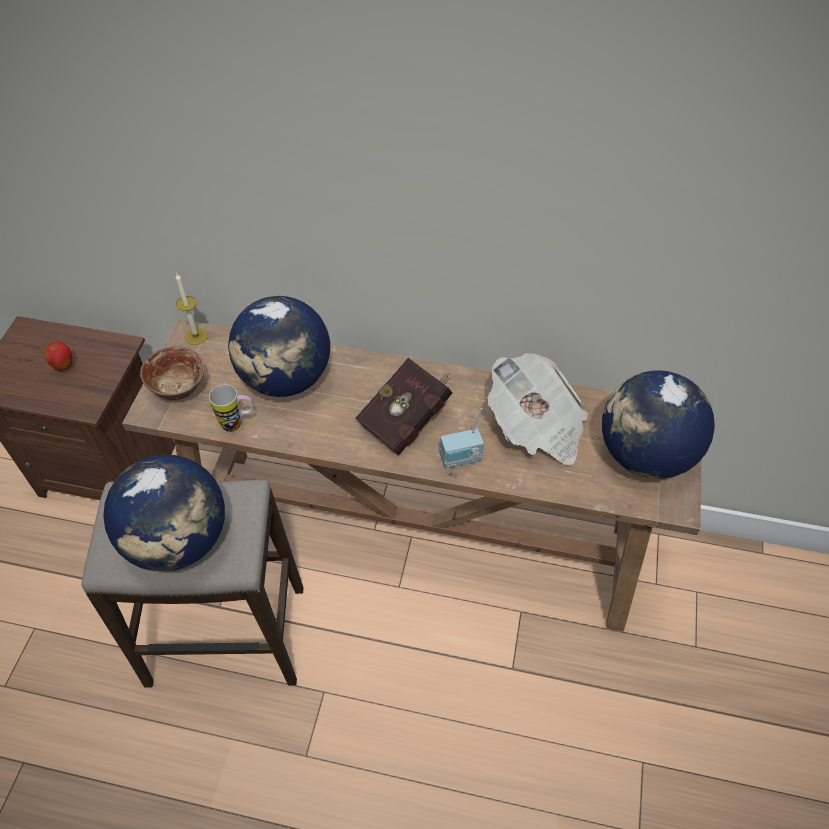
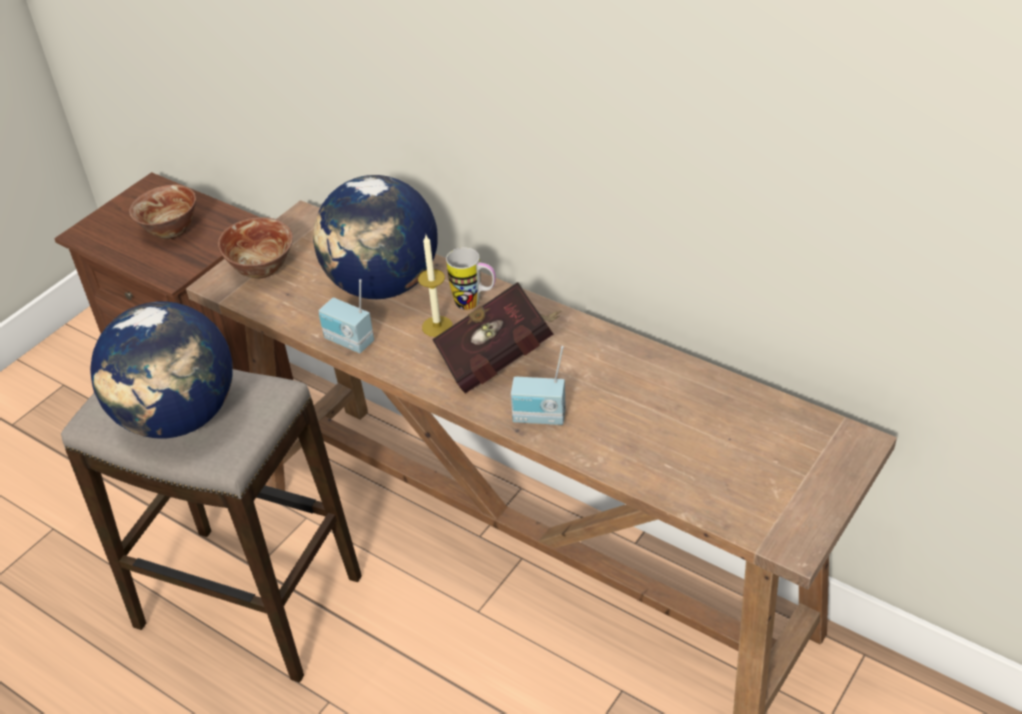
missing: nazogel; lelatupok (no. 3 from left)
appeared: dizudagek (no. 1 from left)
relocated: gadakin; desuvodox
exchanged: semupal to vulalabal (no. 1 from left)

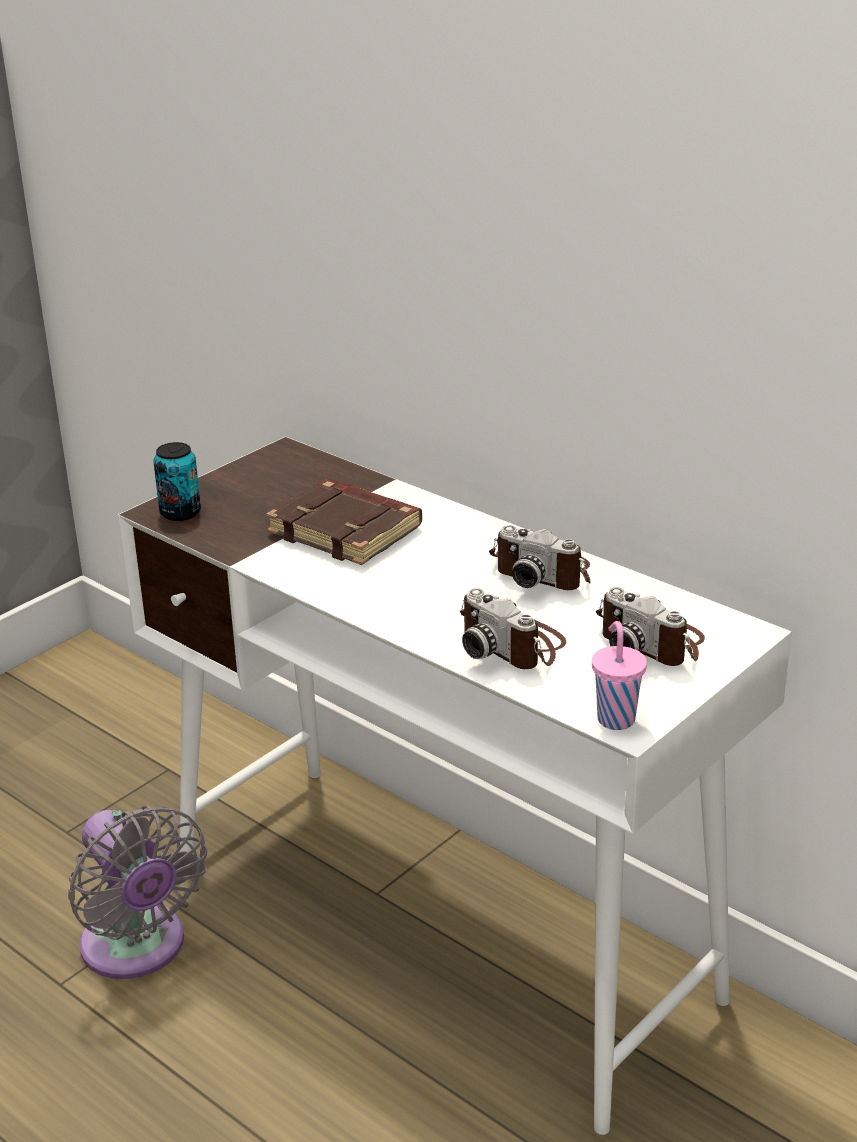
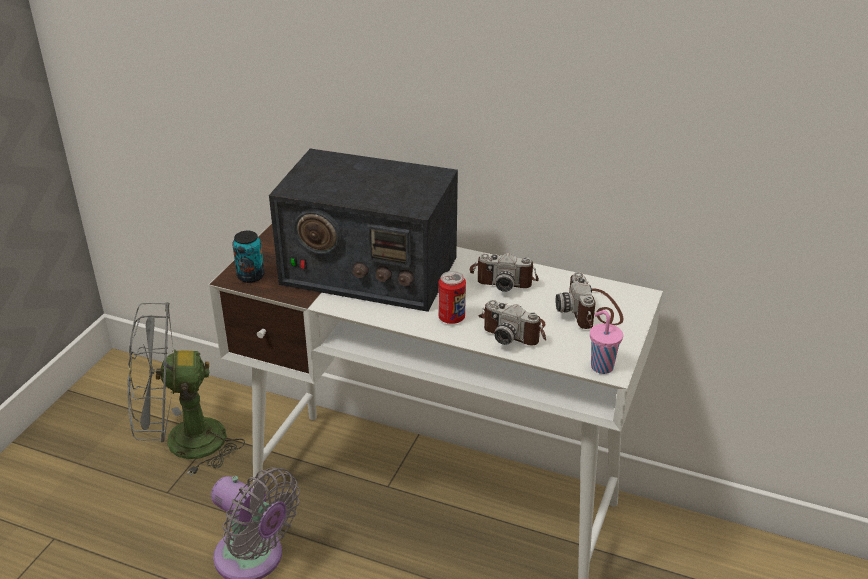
appeared: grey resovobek (no. 1 from left); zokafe (no. 2 from left)
exchanged: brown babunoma to dizudagek
spun: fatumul (no. 3 from left) 60 degrees clockwise

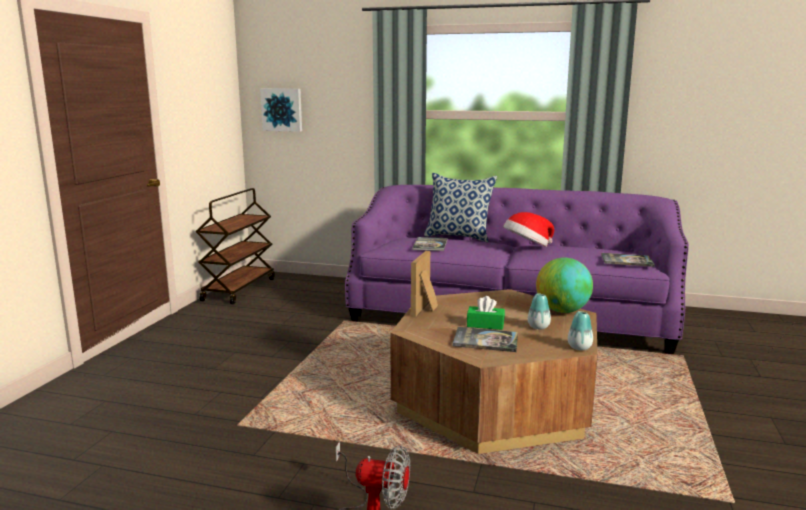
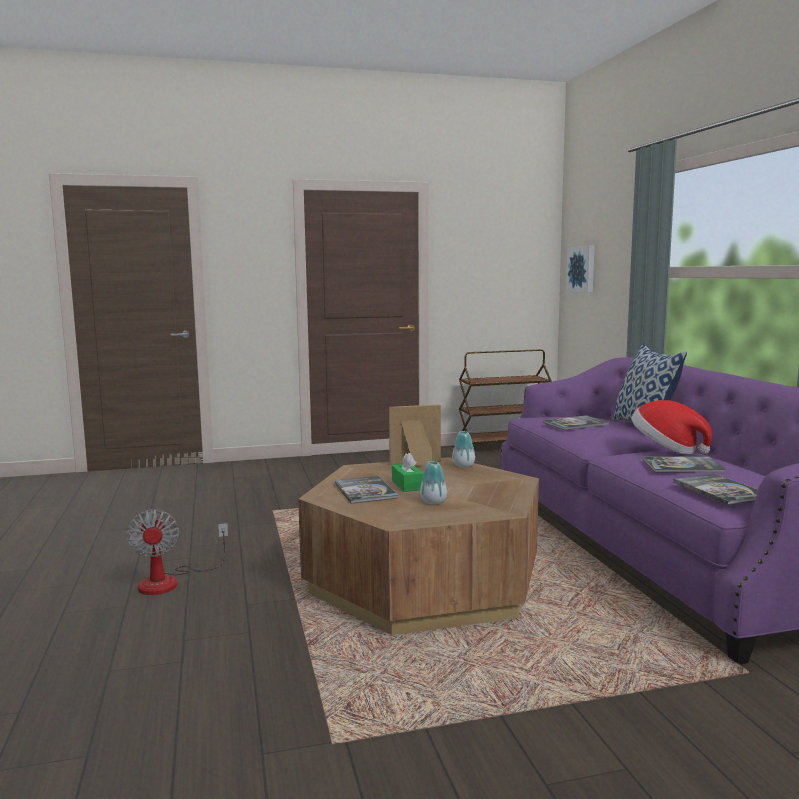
missing: lelatupok
appeared: babunoma (no. 3 from left)
relocated: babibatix (no. 2 from left)

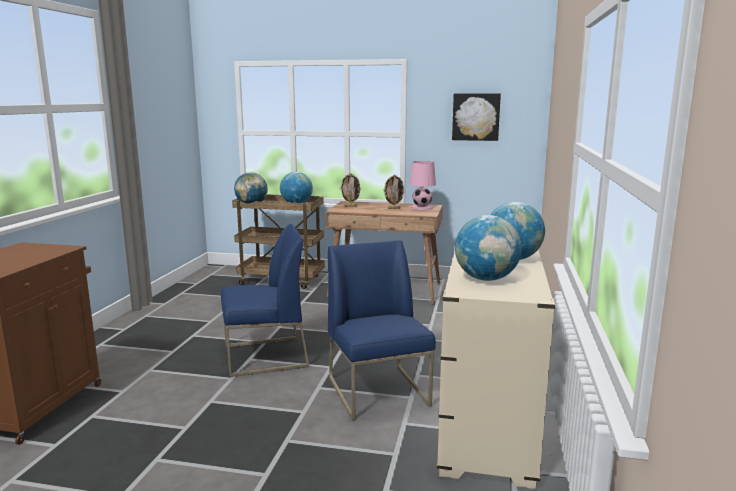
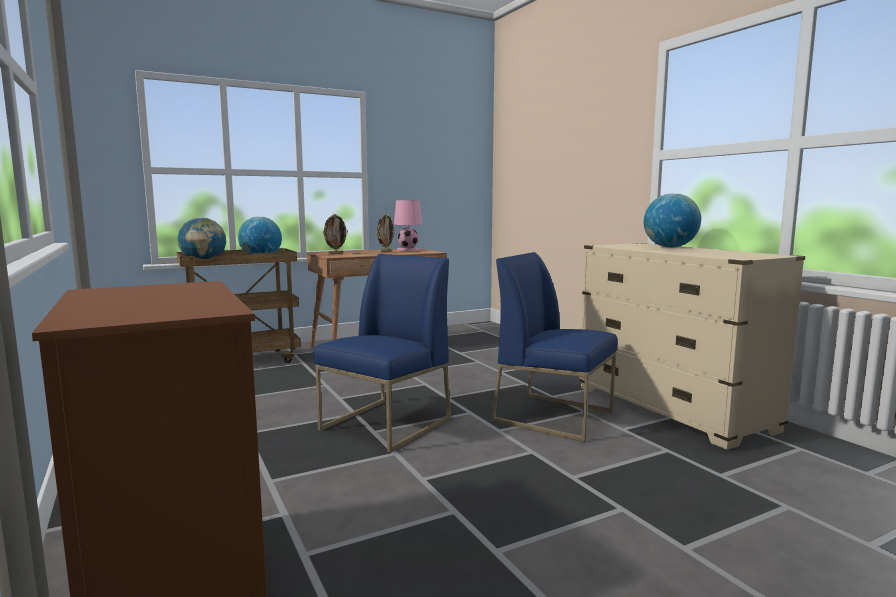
missing: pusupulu; lelatupok (no. 3 from left)

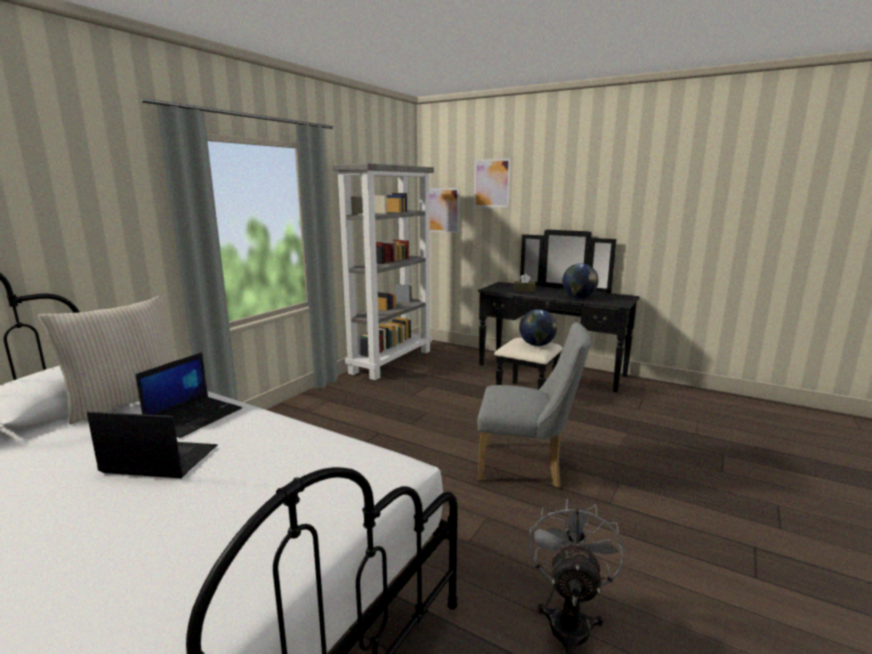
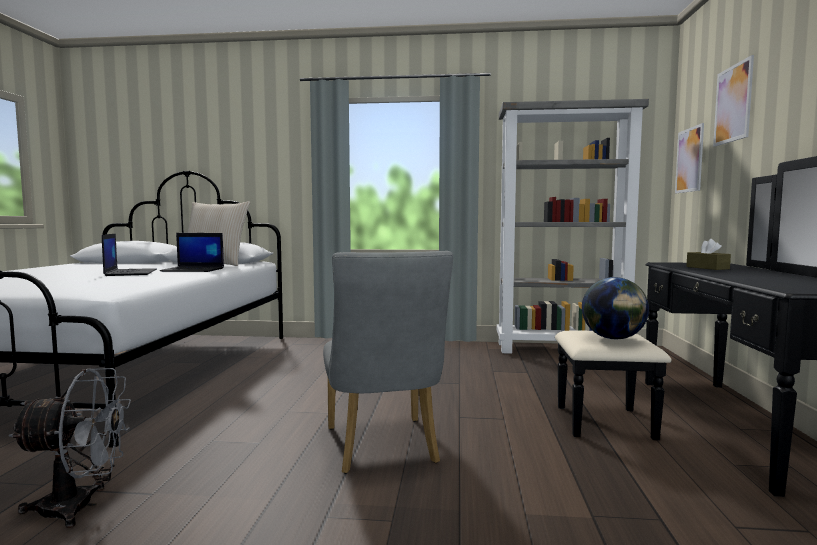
missing: lelatupok (no. 2 from left)

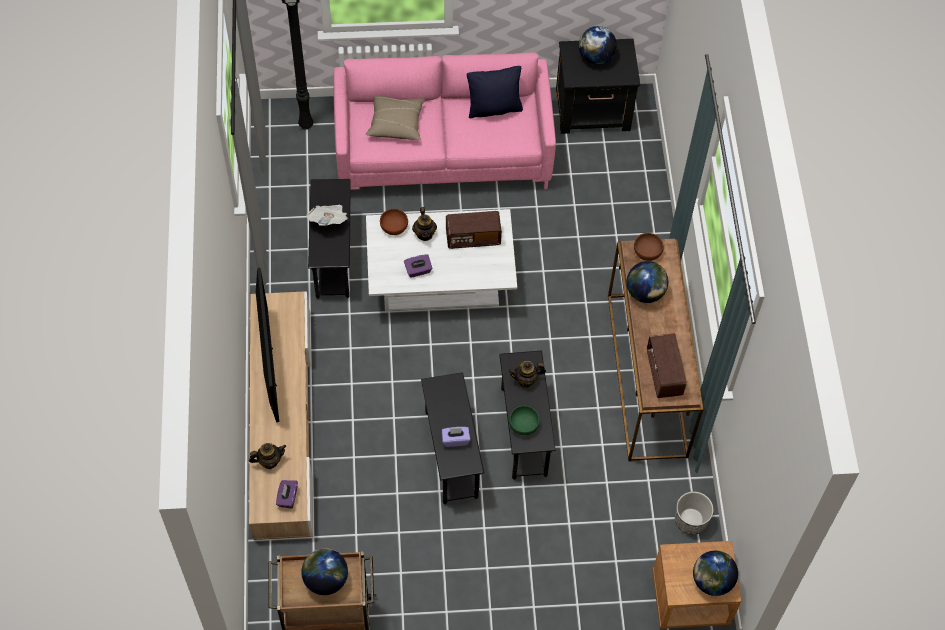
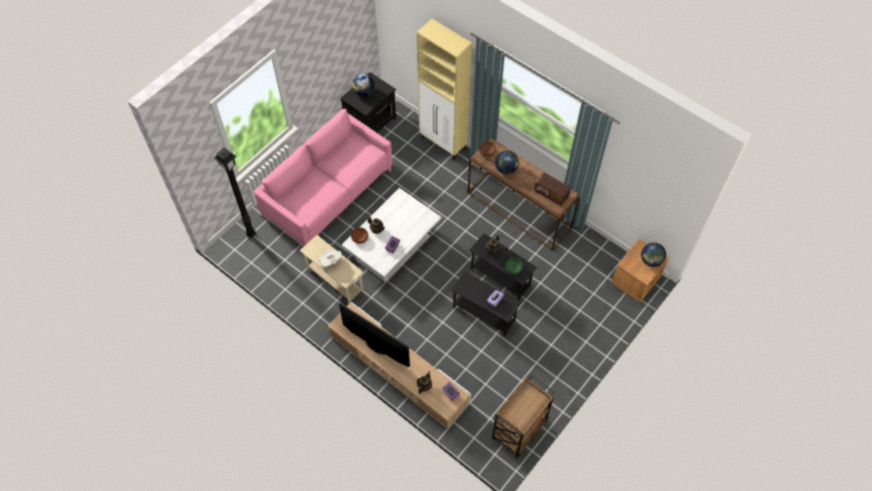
missing: lelatupok (no. 1 from left); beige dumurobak; dizudagek (no. 1 from left); black dumurobak; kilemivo
appeared: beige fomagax
colour: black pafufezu (no. 1 from left) to beige pafufezu

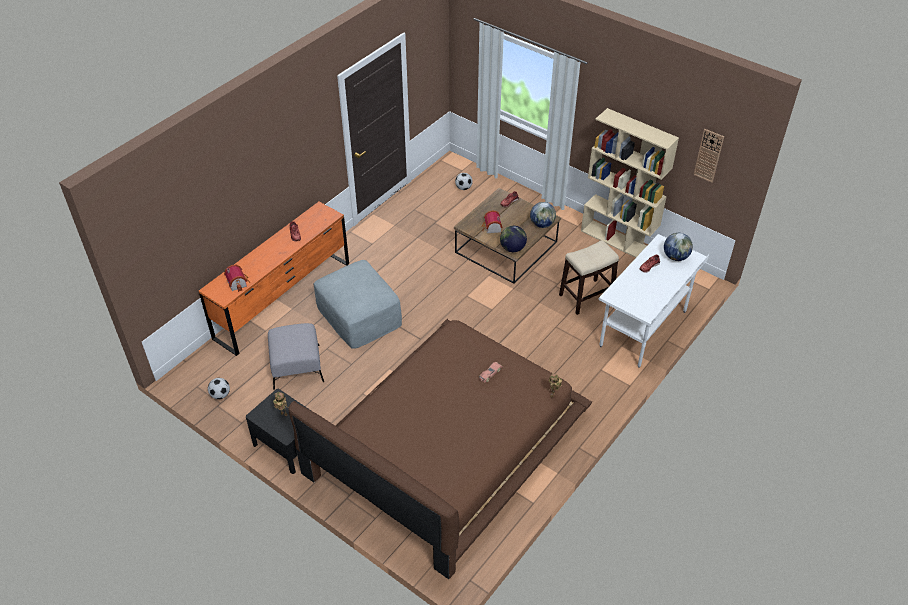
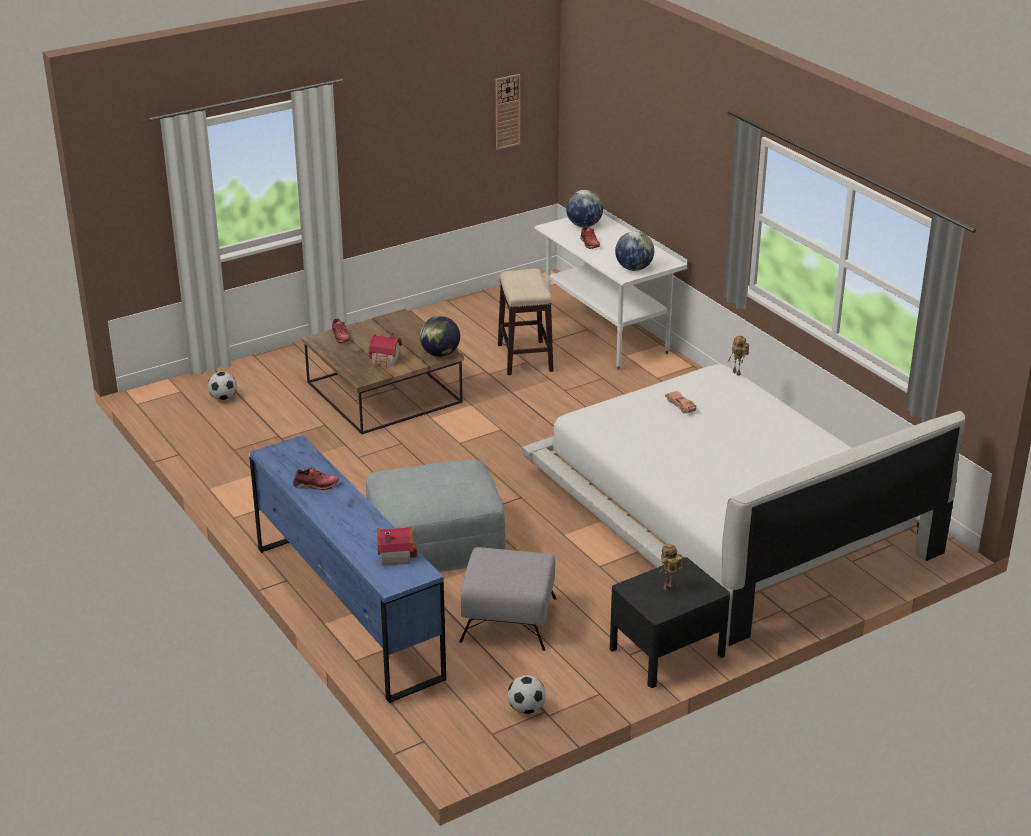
missing: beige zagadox
relocated: lelatupok (no. 2 from left in the first image) to lelatupok (no. 3 from left)
colour: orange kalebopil to blue kalebopil; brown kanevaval to white kanevaval

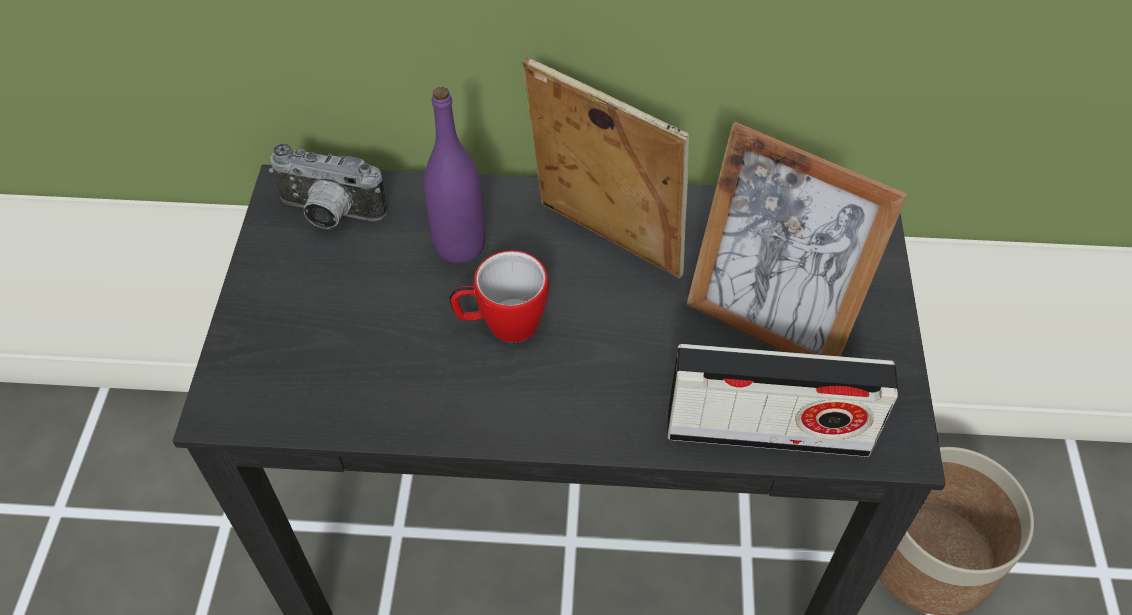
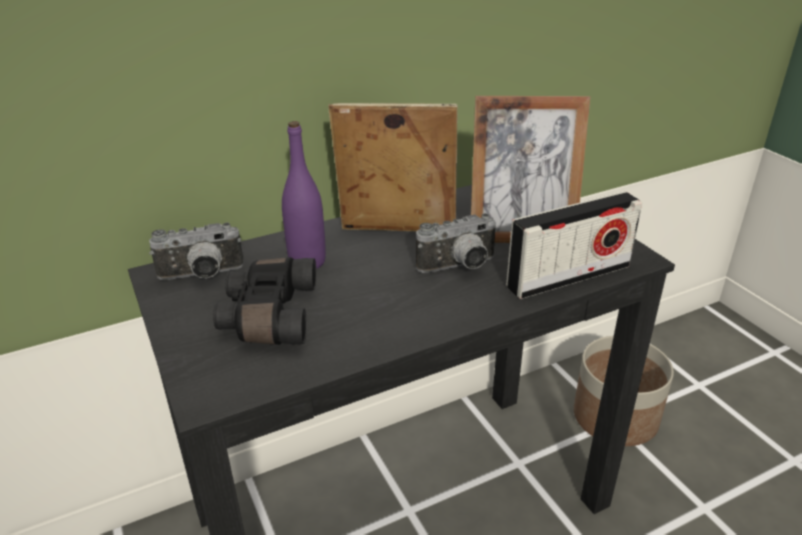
missing: desuvodox
appeared: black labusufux; fatumul (no. 2 from left)

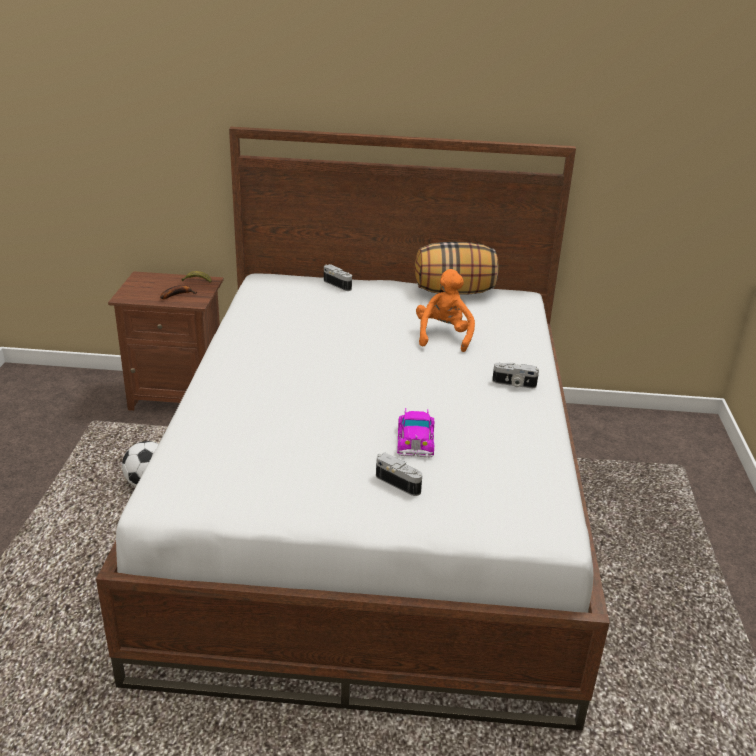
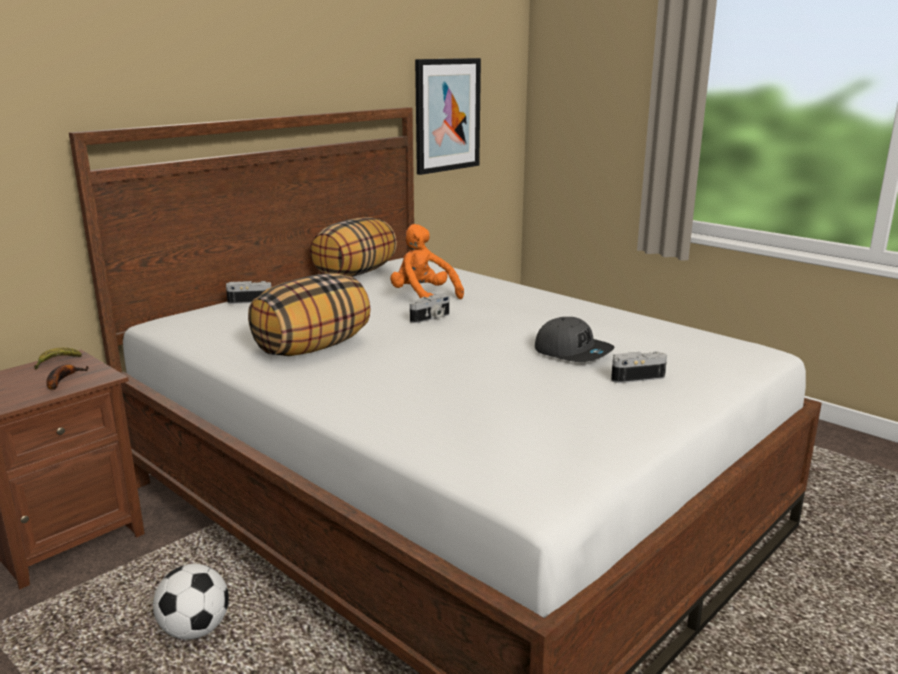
appeared: dumurobak (no. 1 from left); pusupulu
relocated: fatumul (no. 3 from left in the first image) to fatumul (no. 2 from left)
exchanged: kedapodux to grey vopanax

